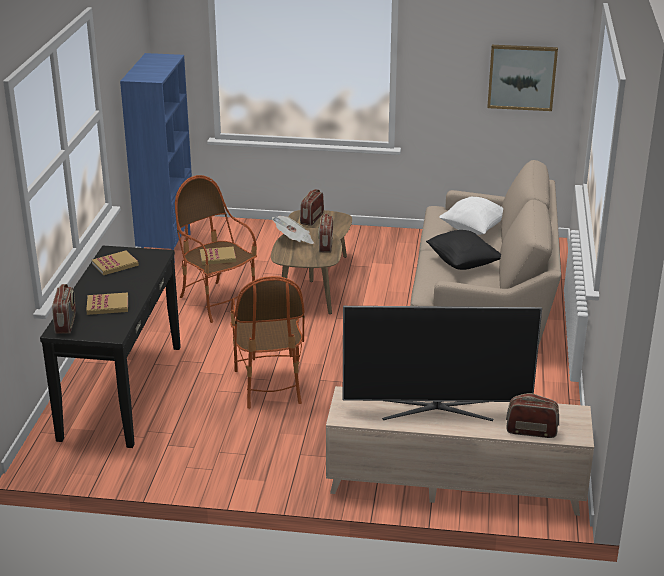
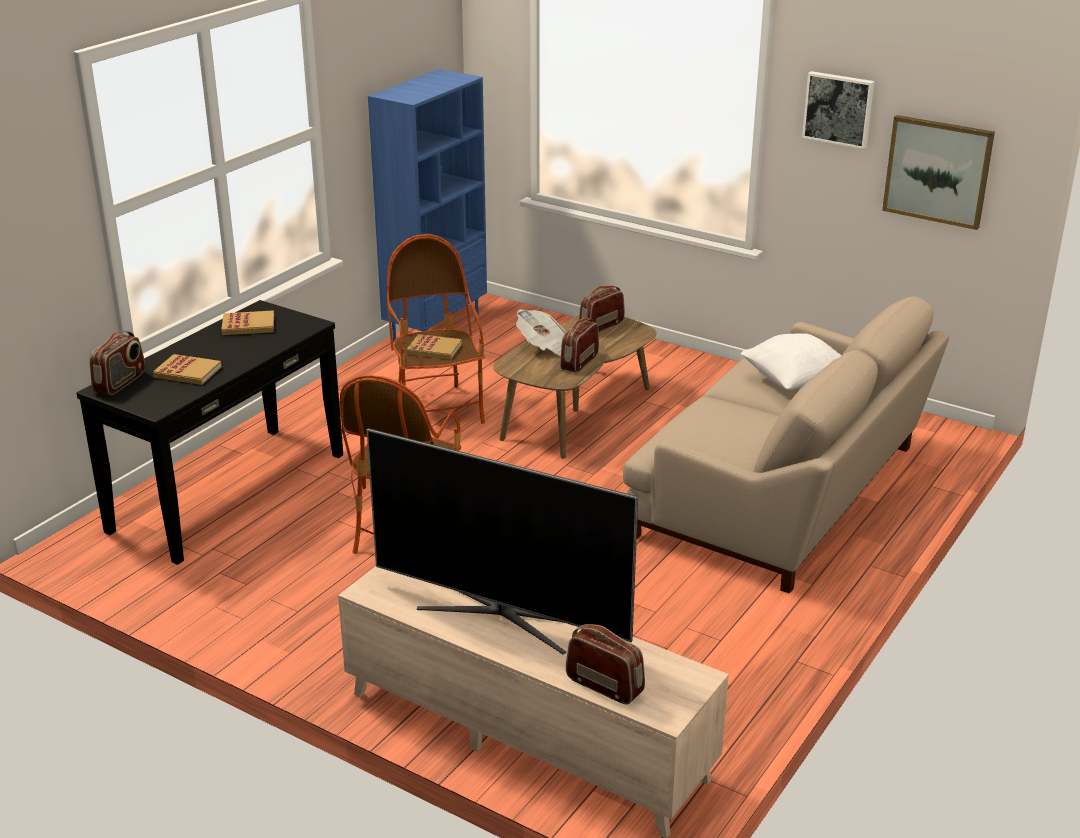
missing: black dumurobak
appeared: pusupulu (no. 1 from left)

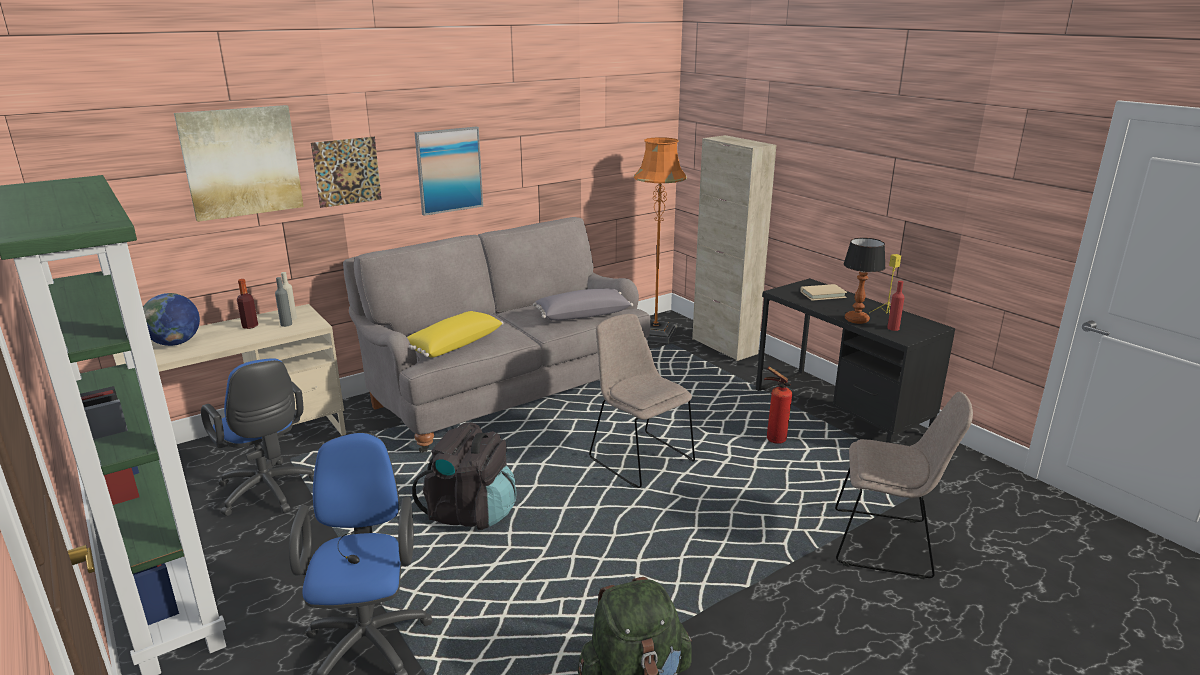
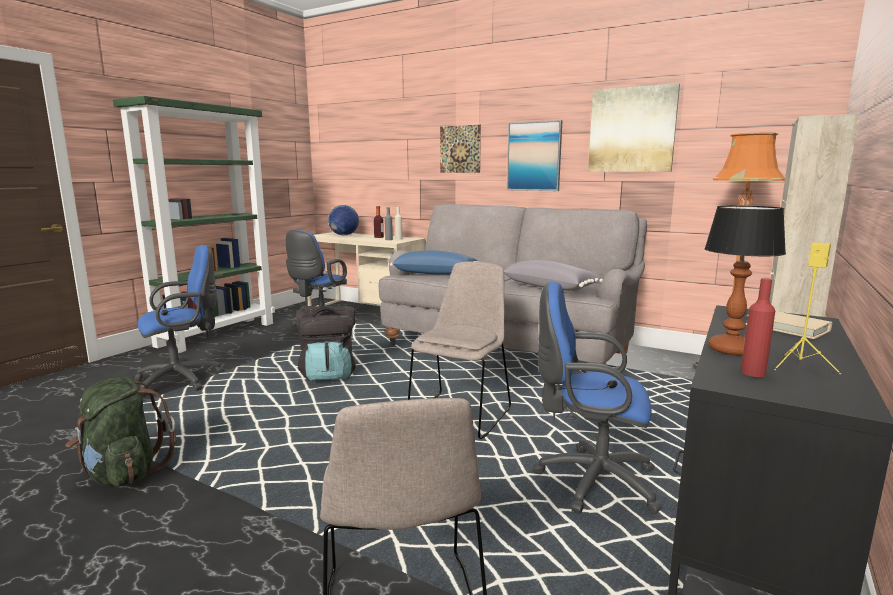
relocated: pusupulu (no. 1 from left in the first image) to pusupulu (no. 3 from left)
exchanged: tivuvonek to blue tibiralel (no. 3 from left)
colour: yellow dumurobak to blue dumurobak

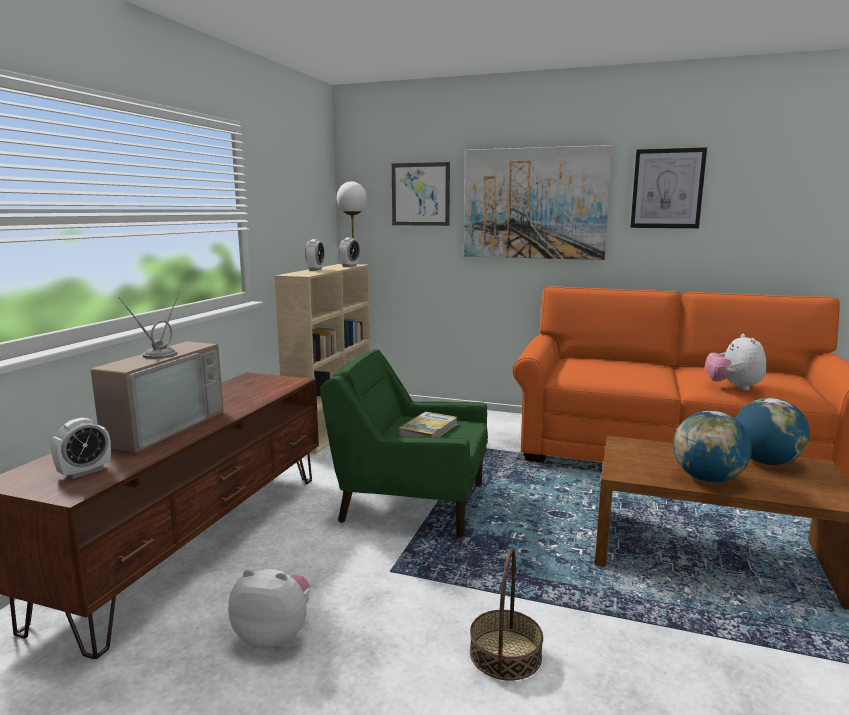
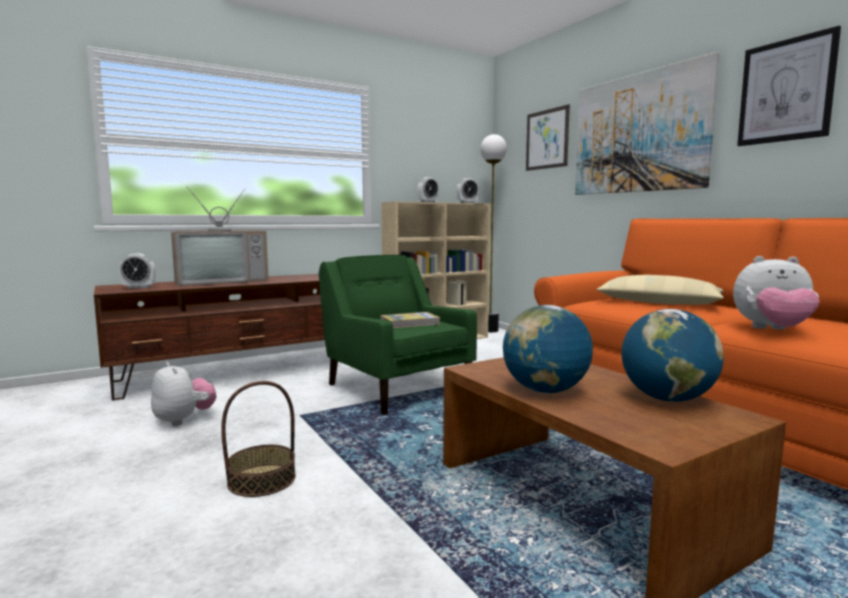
appeared: beige dumurobak
spun: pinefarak (no. 2 from left) 120 degrees counterclockwise

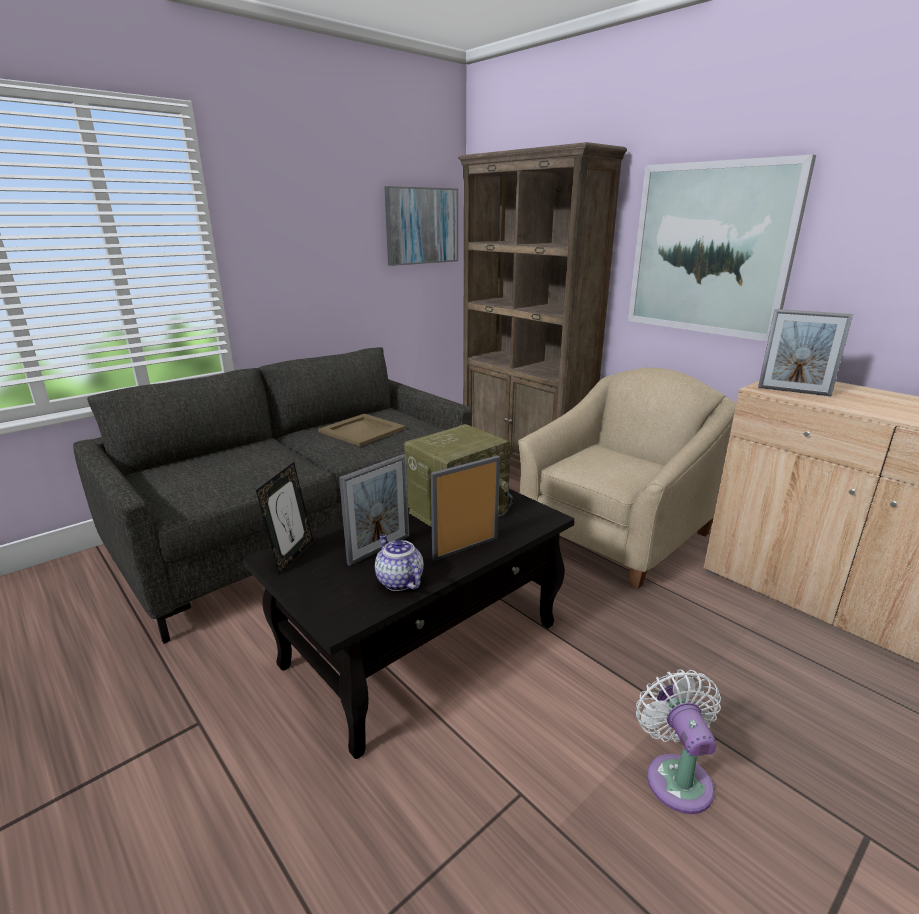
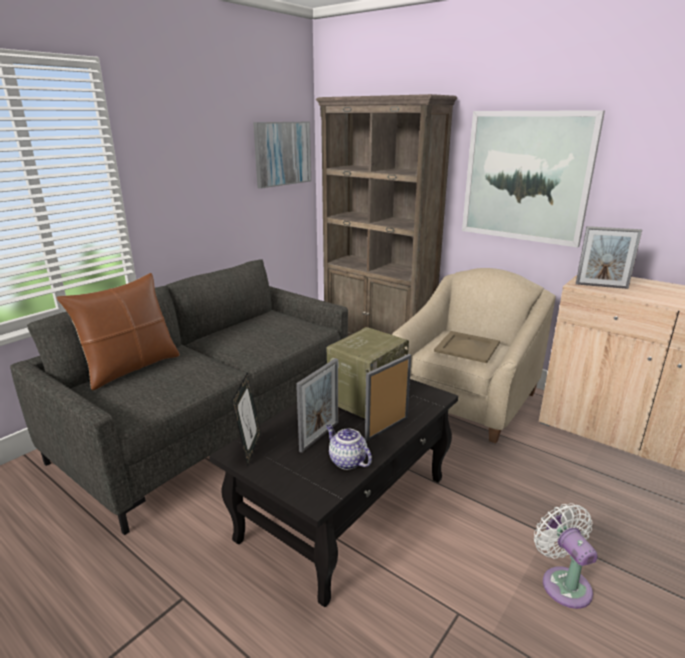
appeared: brown dumurobak
relocated: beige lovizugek

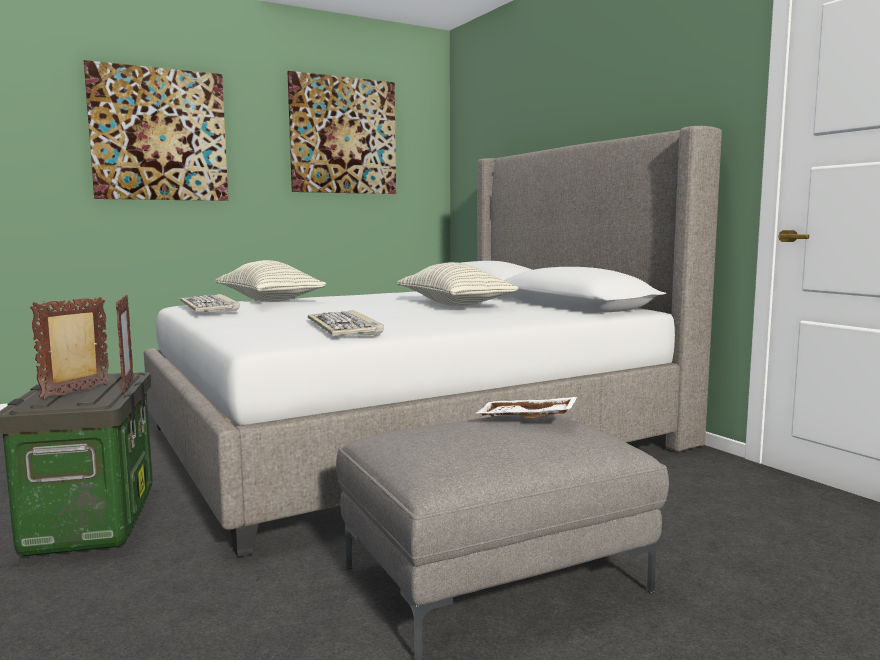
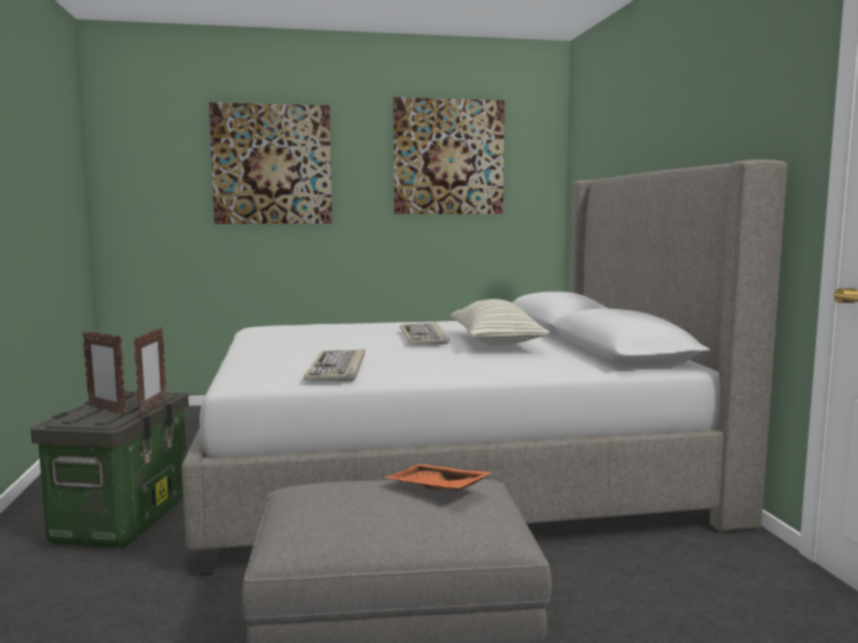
missing: dumurobak (no. 1 from left)
relocated: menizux (no. 1 from left in the first image) to menizux (no. 2 from left)
colour: white lovizugek to orange lovizugek
spun: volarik (no. 1 from left) 105 degrees counterclockwise

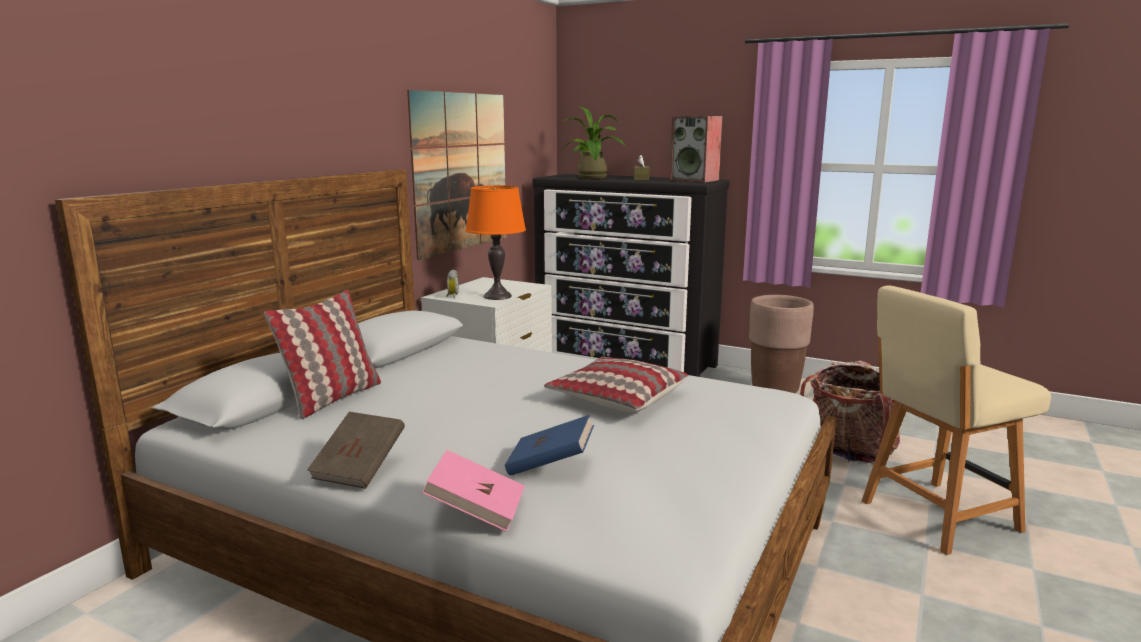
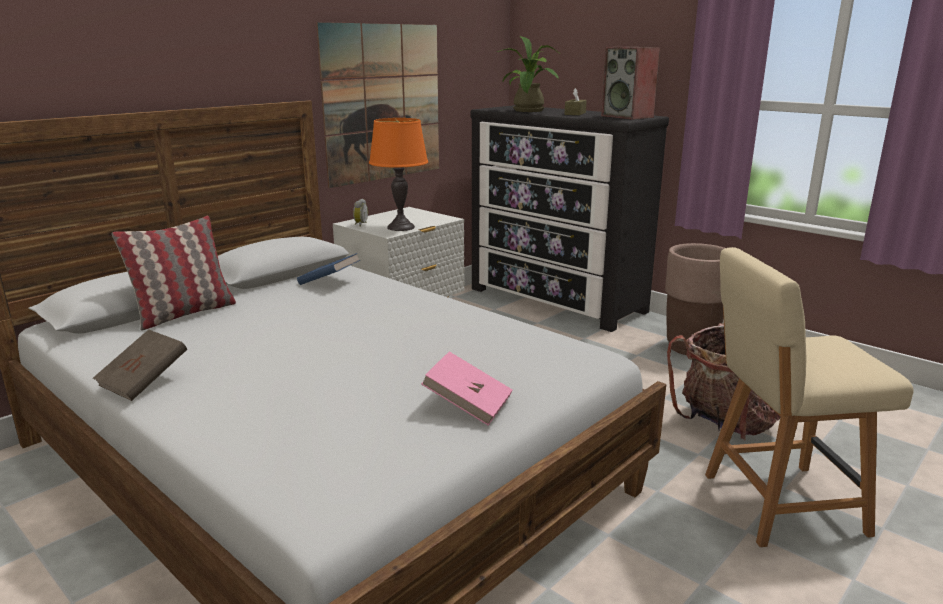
missing: dumurobak (no. 2 from left)
relocated: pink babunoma; blue babunoma

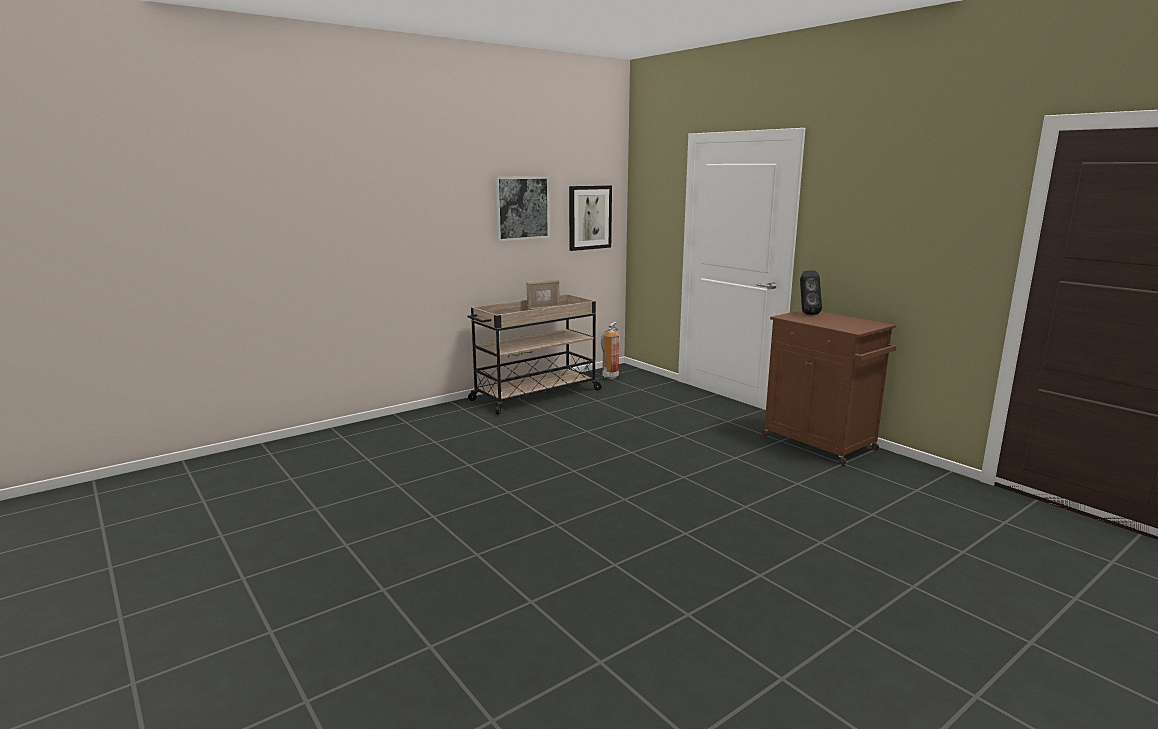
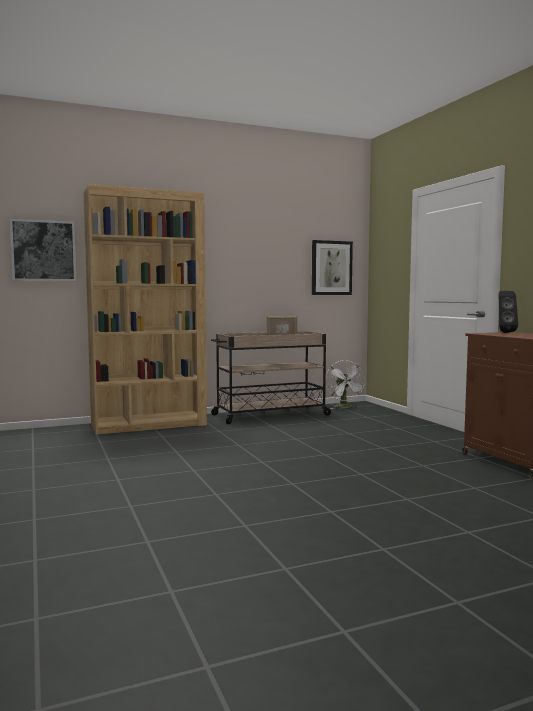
appeared: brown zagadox
relocated: pusupulu (no. 1 from left)
exchanged: tivuvonek to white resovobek

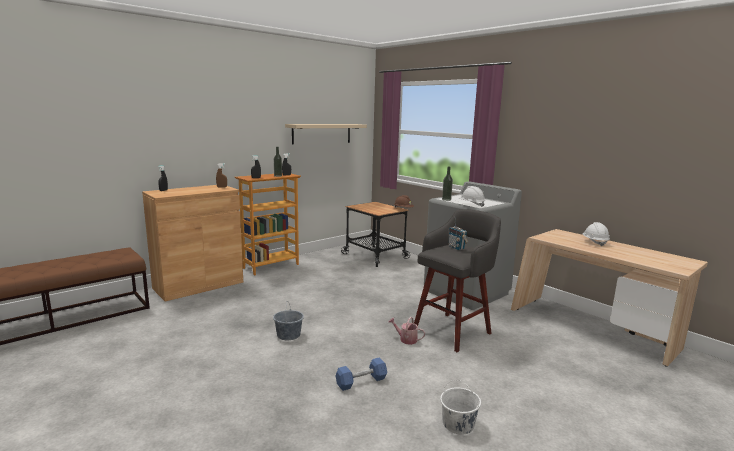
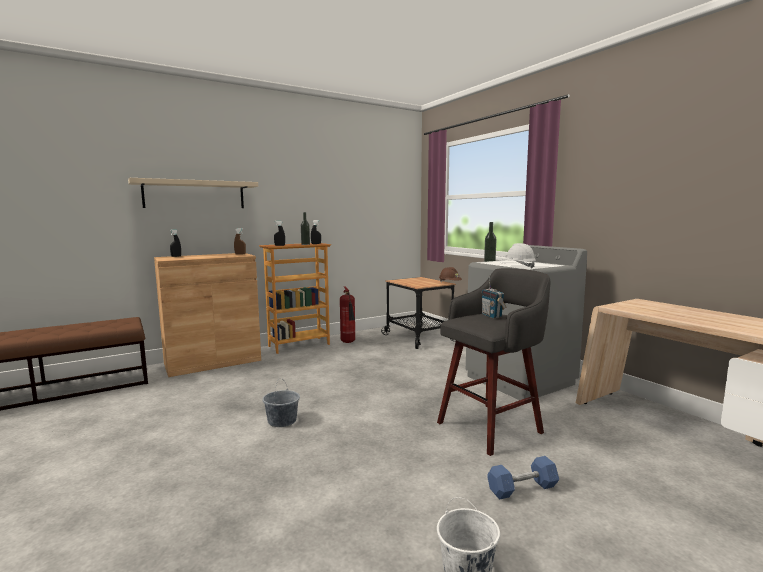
missing: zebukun; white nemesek (no. 2 from left)
appeared: tivuvonek
relocated: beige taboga; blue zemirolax

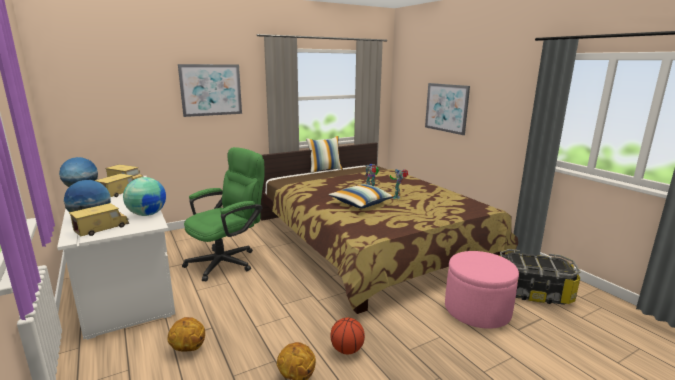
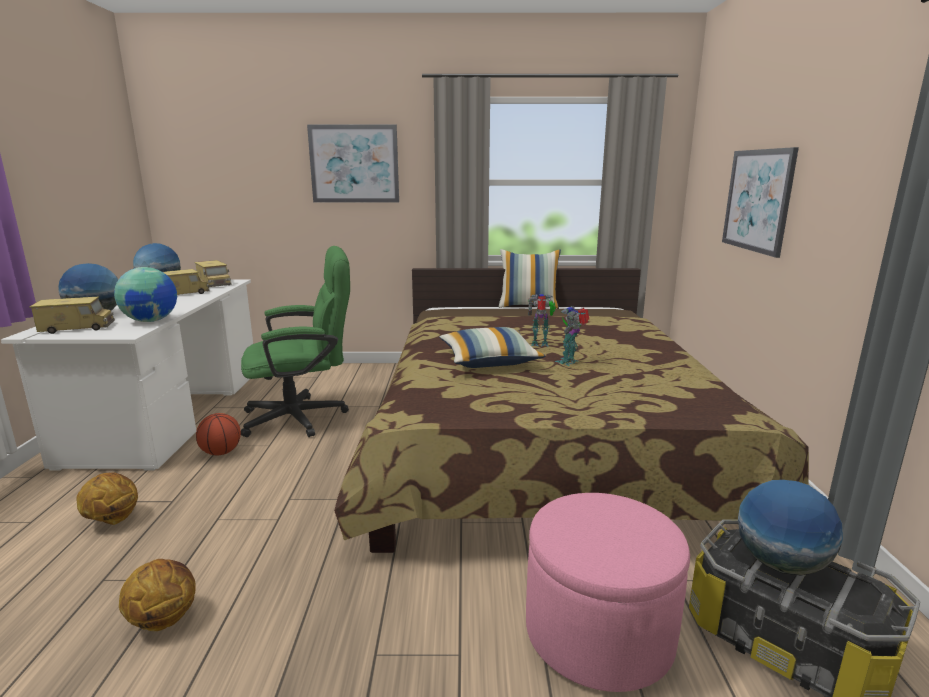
appeared: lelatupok (no. 4 from left)
relocated: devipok (no. 3 from left)

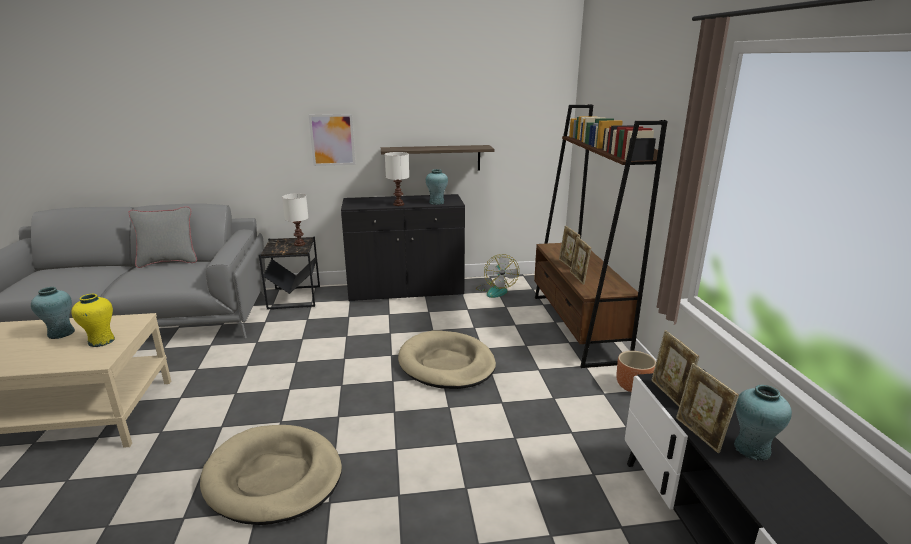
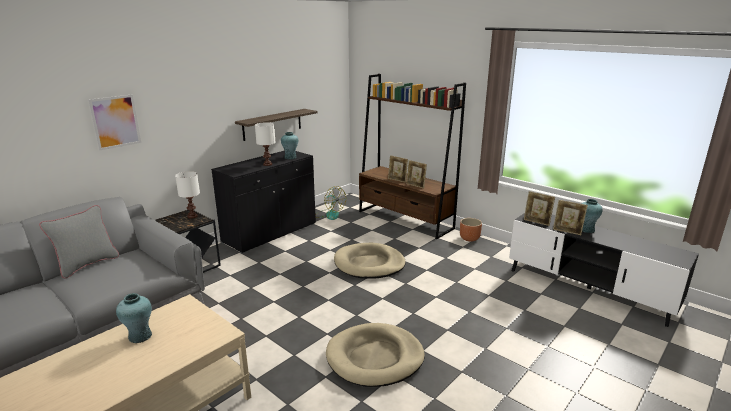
missing: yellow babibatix
relocated: pusupulu

